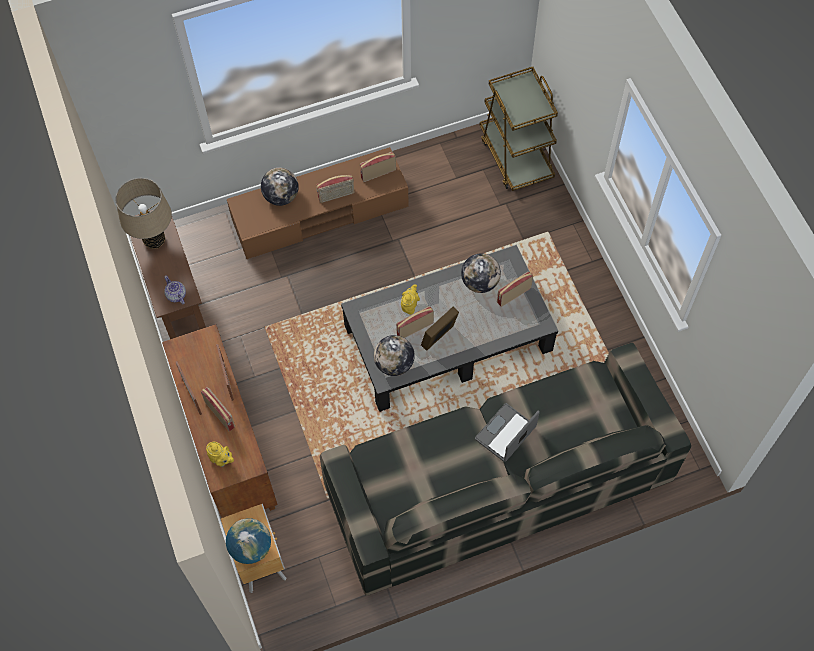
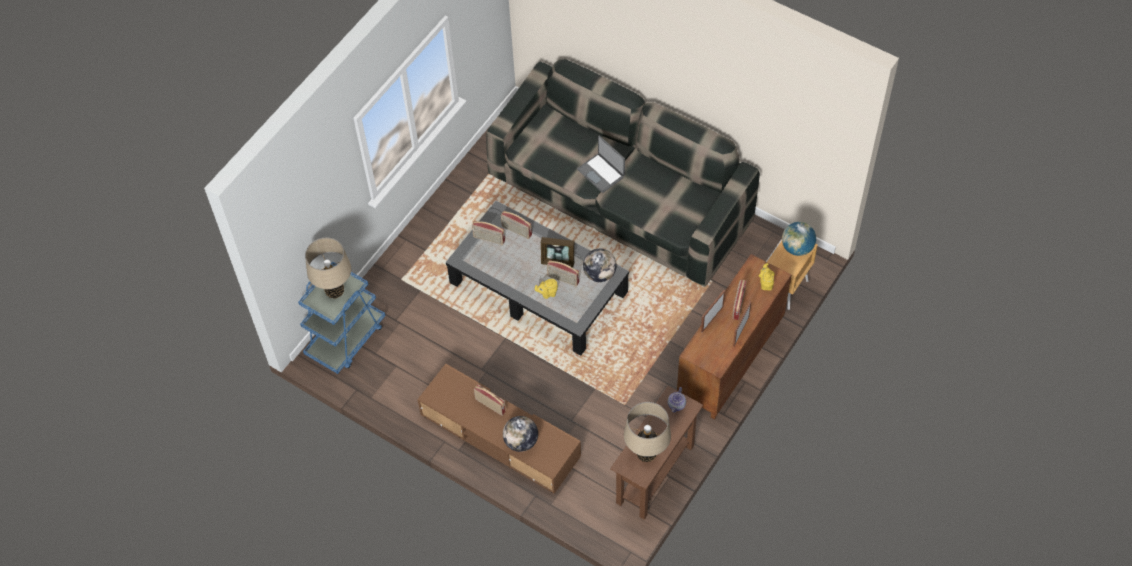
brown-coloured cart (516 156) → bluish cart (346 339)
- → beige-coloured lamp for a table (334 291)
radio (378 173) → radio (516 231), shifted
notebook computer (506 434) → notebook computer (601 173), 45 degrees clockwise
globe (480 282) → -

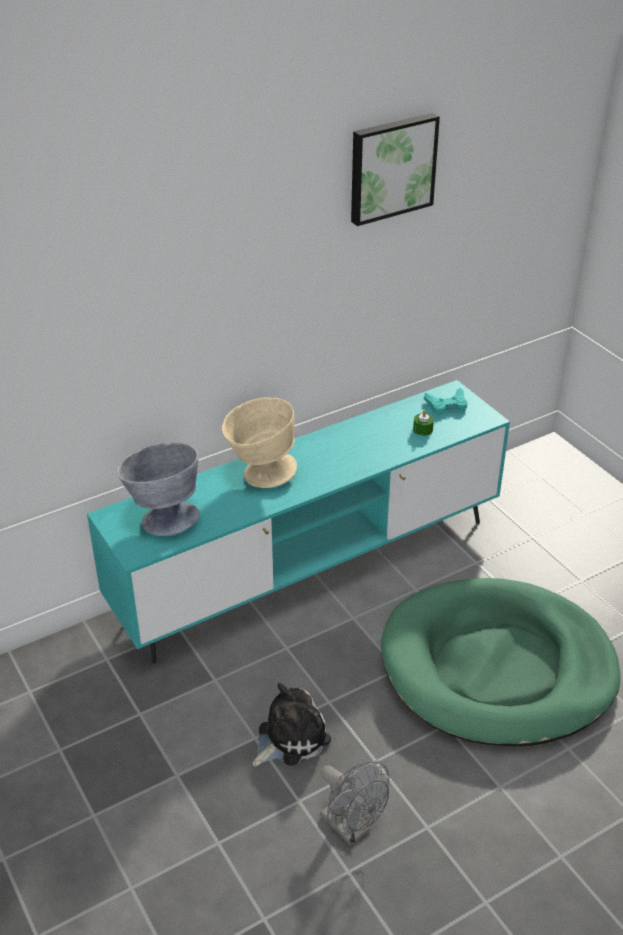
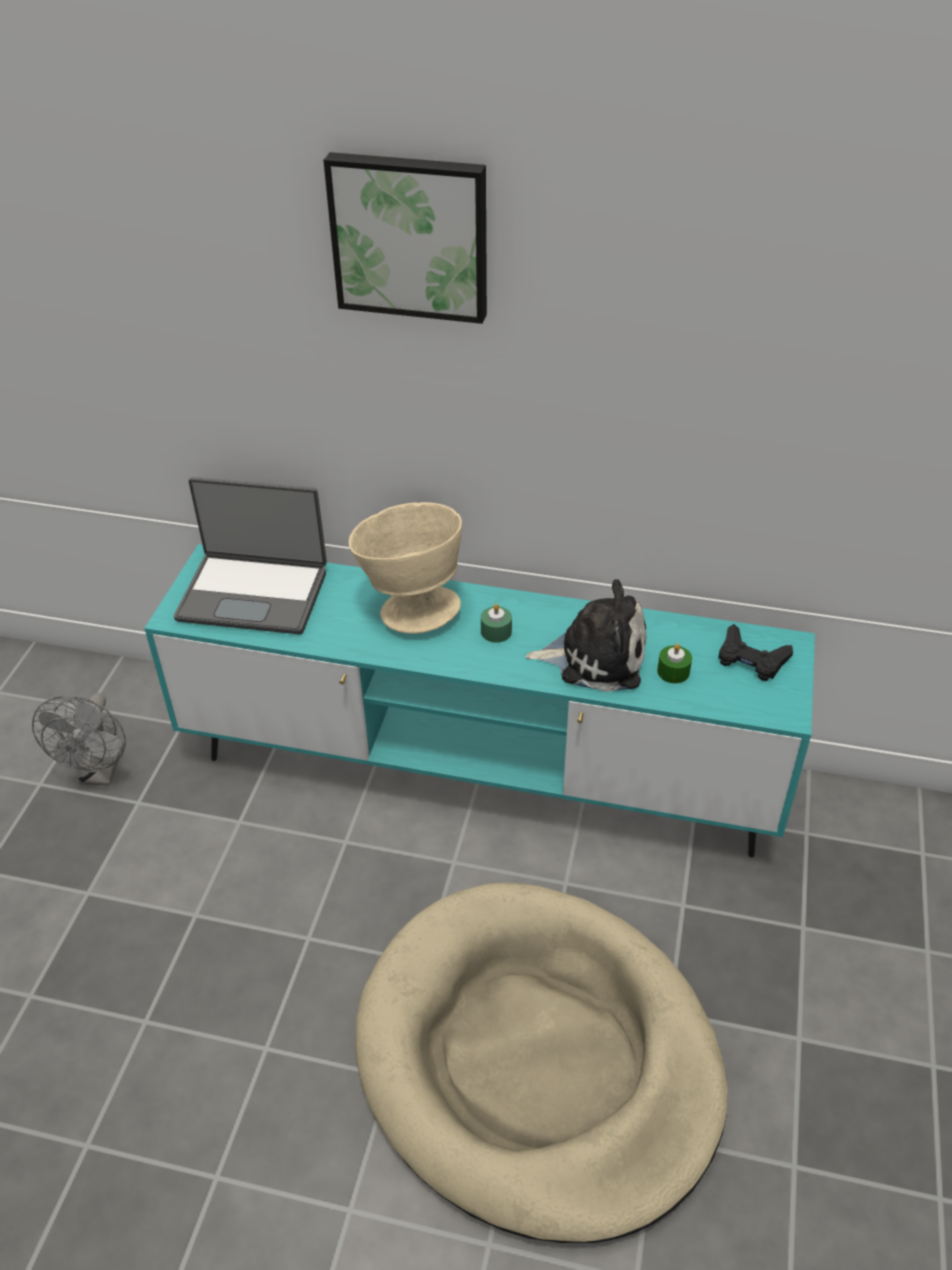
greyish fan (351 828) → greyish fan (100 773), shifted
greyish deep dish (164 517) → notebook computer (254 593)
wall picture (391 167) → wall picture (410 236), shifted
green-coloured pet bed (497 667) → beige-coloured pet bed (538 1059)
- → green-coloured wax candle (496 631)
cuddly toy (289 737) → cuddly toy (595 656), shifted
blue-green gamepad (447 405) → black-coloured gamepad (751 659)

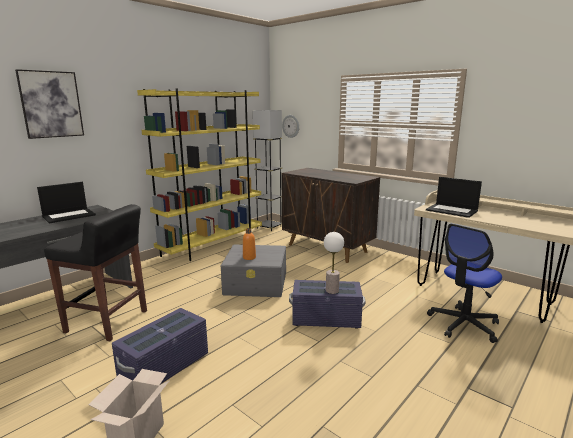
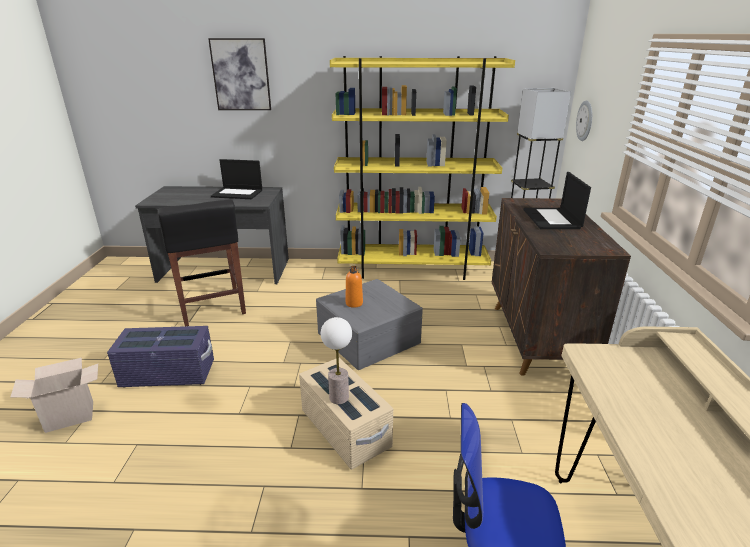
purplish storage bin (326 319) → beige-coloured storage bin (345 429)
notebook computer (452 210) → notebook computer (552 219), shifted

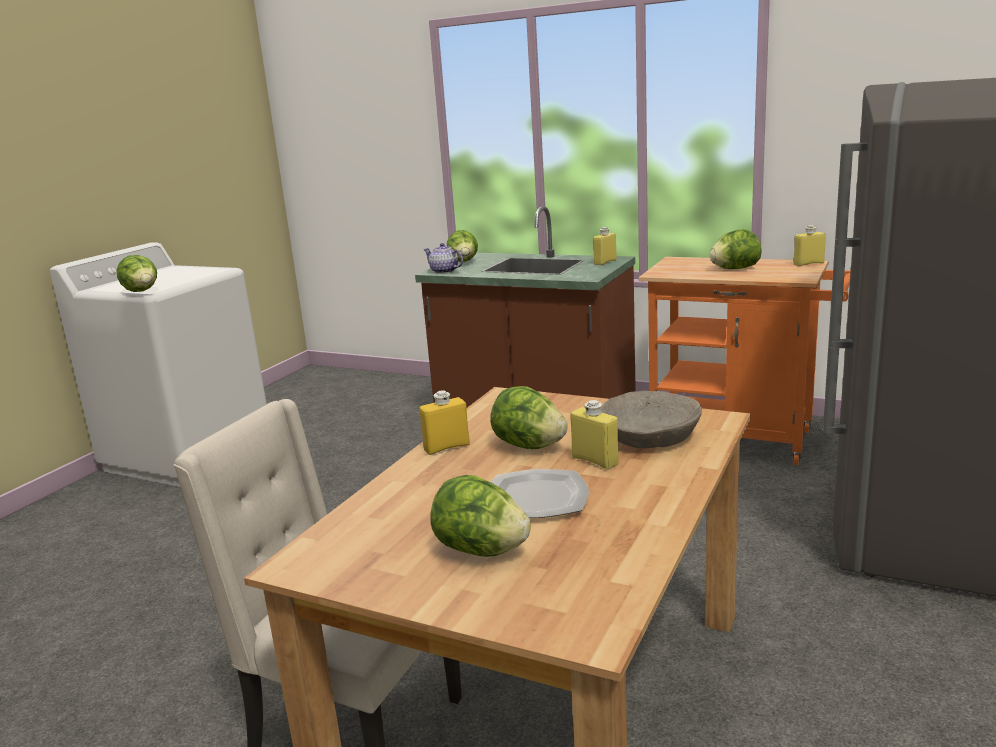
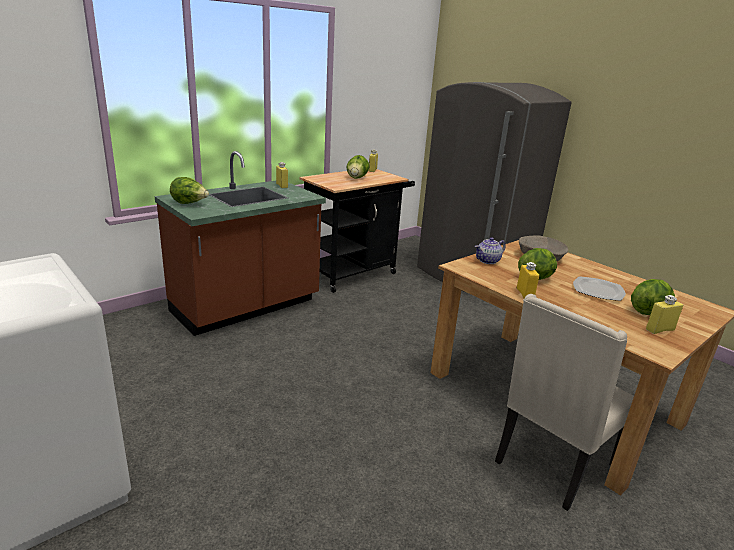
orangey cart (742 439) → black-coloured cart (354 272)
tea pot (444 271) → tea pot (488 261), shifted
yellow-coloured drink bottle (595 460) → yellow-coloured drink bottle (660 330), shifted
lettuce head (142 292) → -

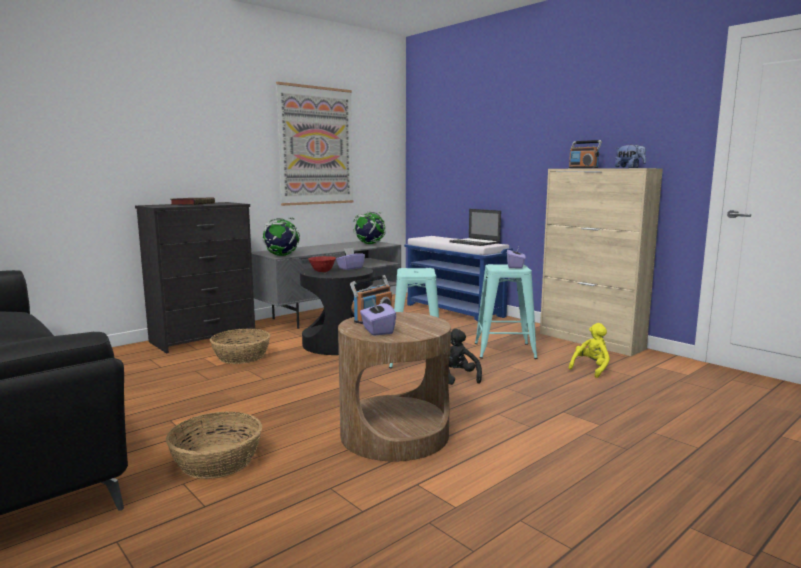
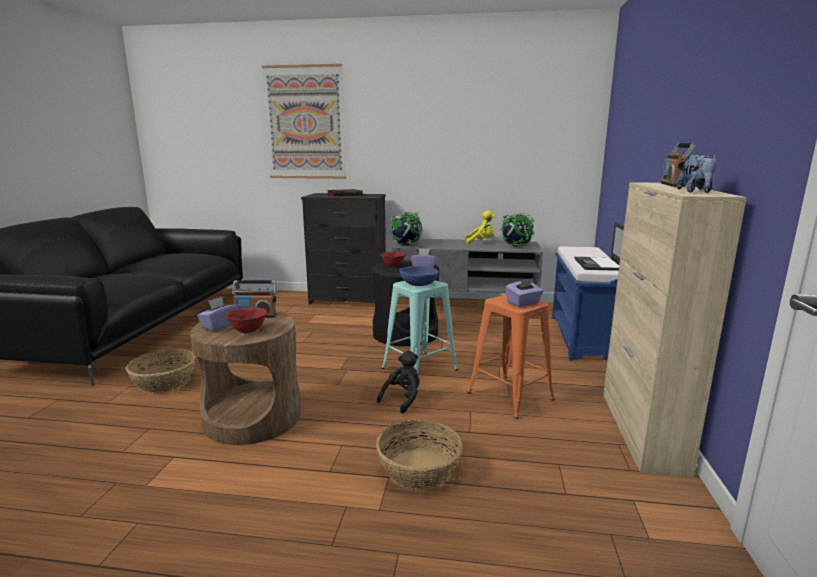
- → red-coloured deep dish (248 331)
wall picture (316 146) → wall picture (305 123), shifted
storage basket (242 357) → storage basket (419 469), shifted
- → bluish deep dish (418 284)
yellow-coloured cuddly toy (591 369) → yellow-coloured cuddly toy (480 242), shifted
blue-green sitting stool (504 351) → orangey sitting stool (510 396)

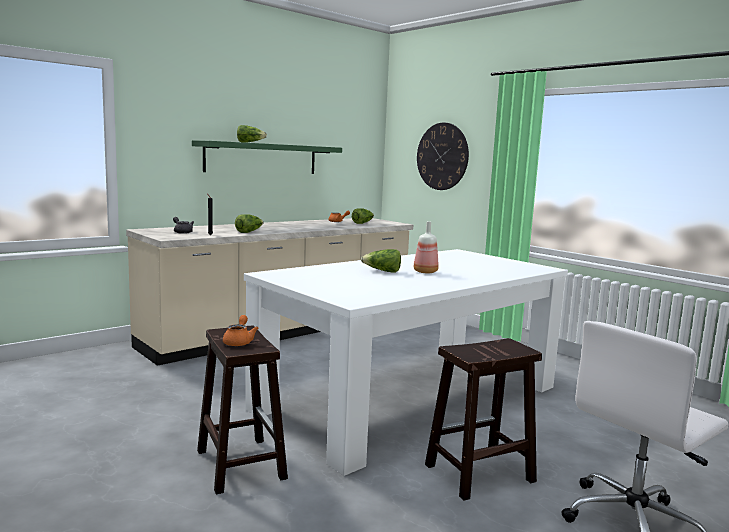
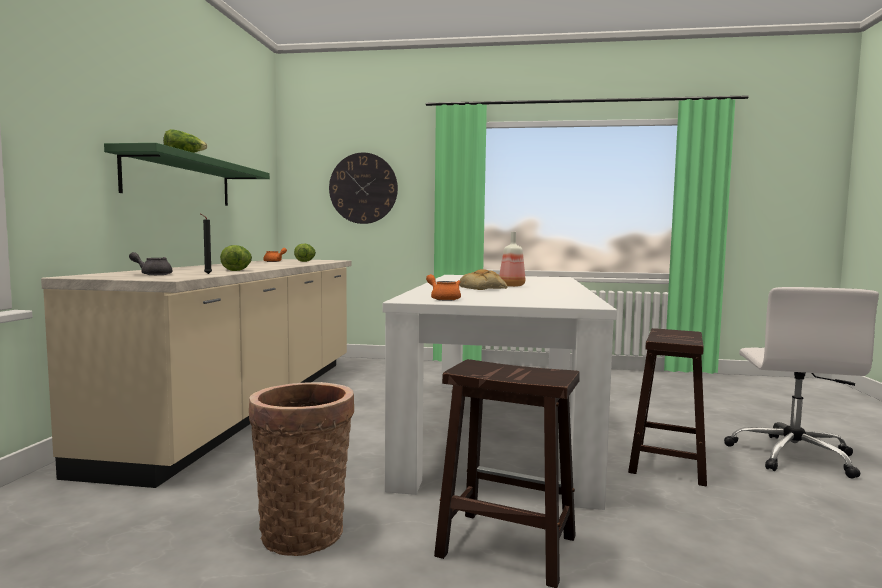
- → storage basket (304 530)
orangey tea pot (239 342) → orangey tea pot (443 299), shifted
lettuce head (382 271) → bakery bread (484 288)

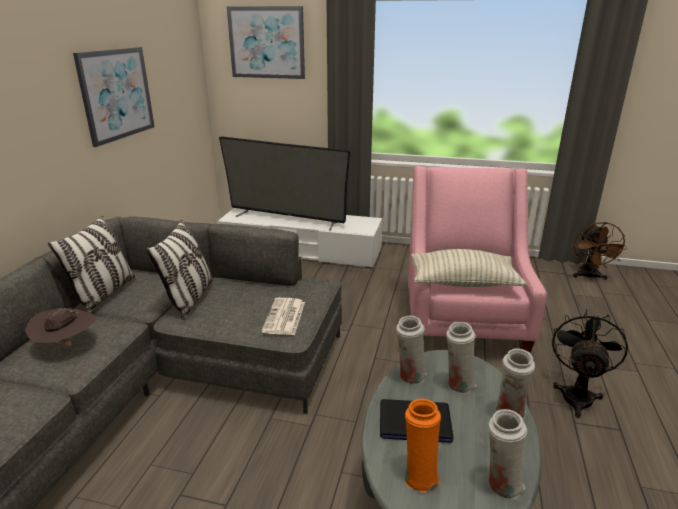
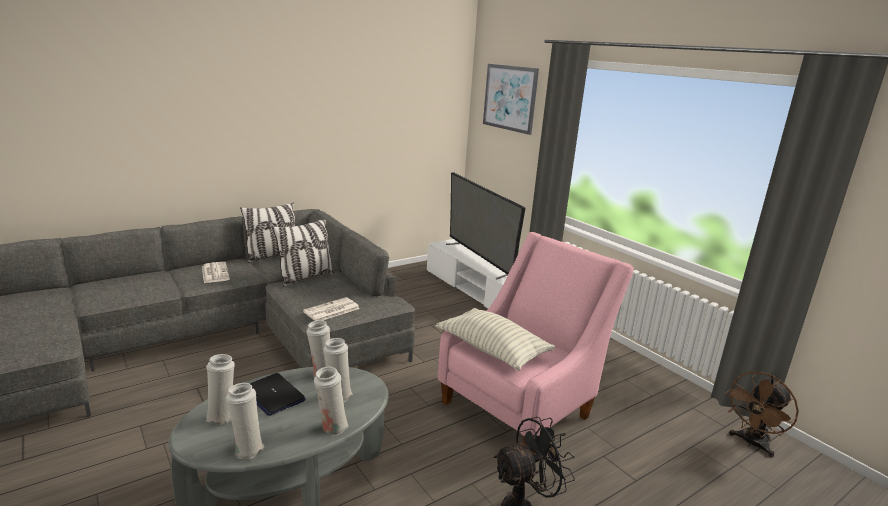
brown-coloured wearable hat (67 345) → daily paper (214 273)
orangey decorative vase (419 476) → whitish decorative vase (222 416)
wall picture (117 94) → -

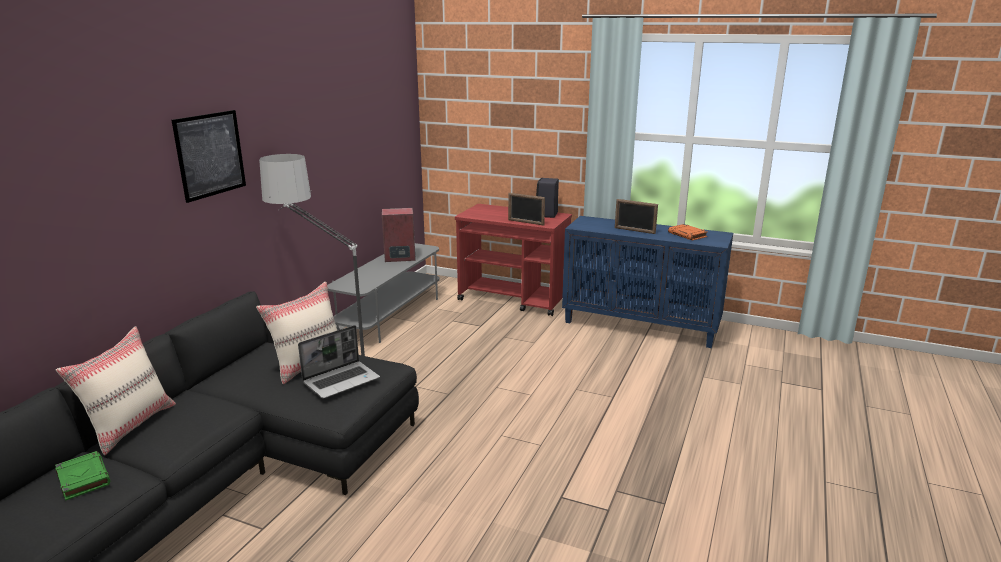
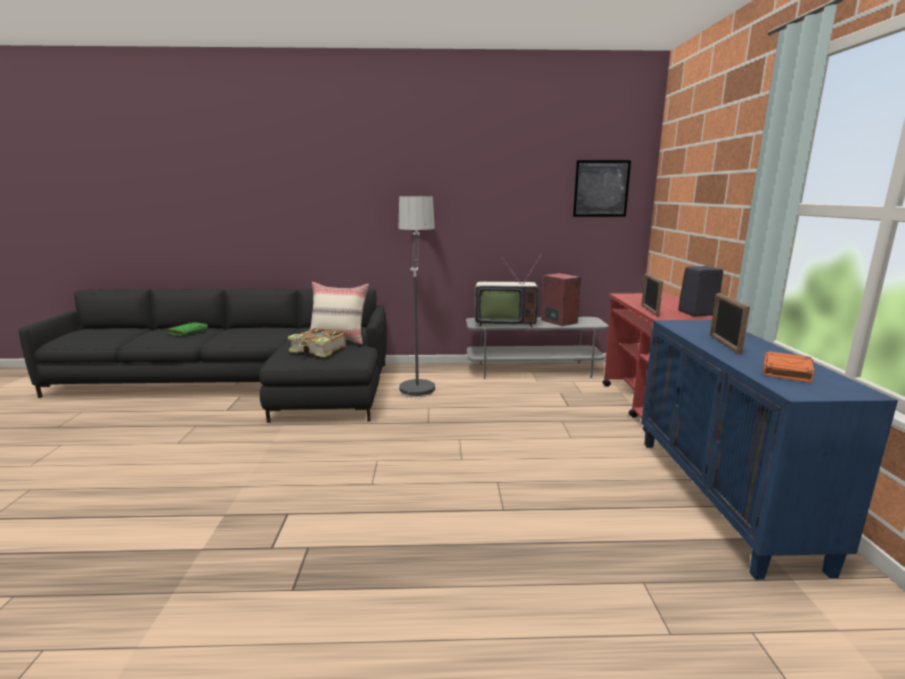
notebook computer (342 380) → book (318 350)
- → television (503 323)
wall picture (210 155) → wall picture (601 188), shifted
beige-coloured cushion (130 425) → -

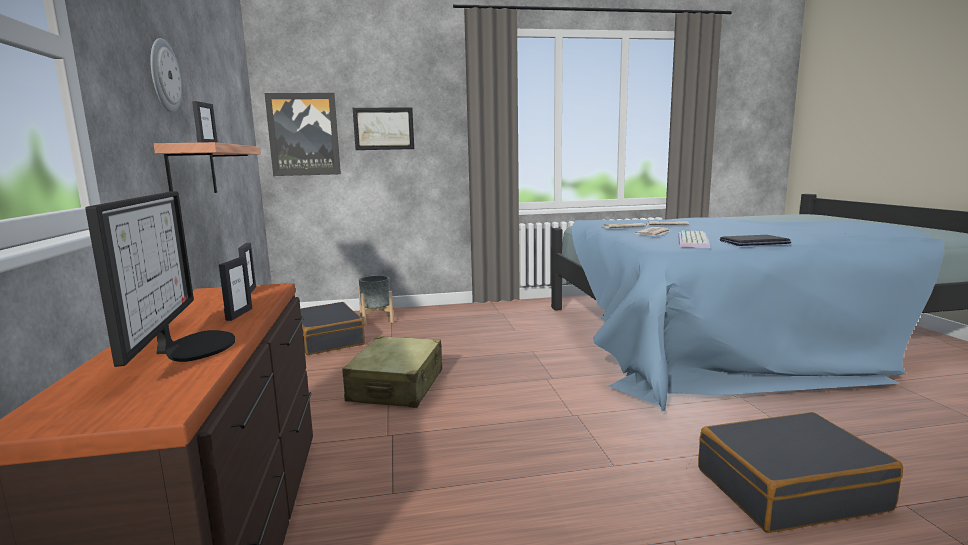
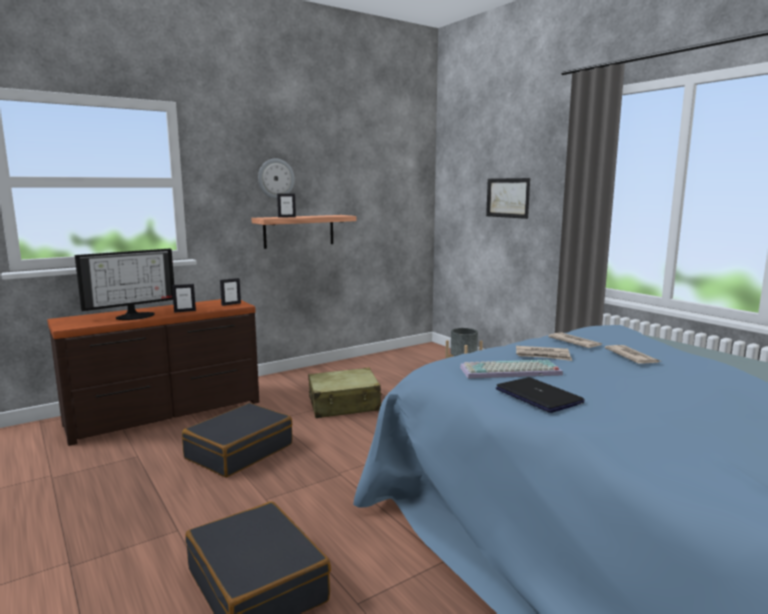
black-coloured piece of luggage (327 339) → black-coloured piece of luggage (239 451), shifted
wall picture (304 134) → -

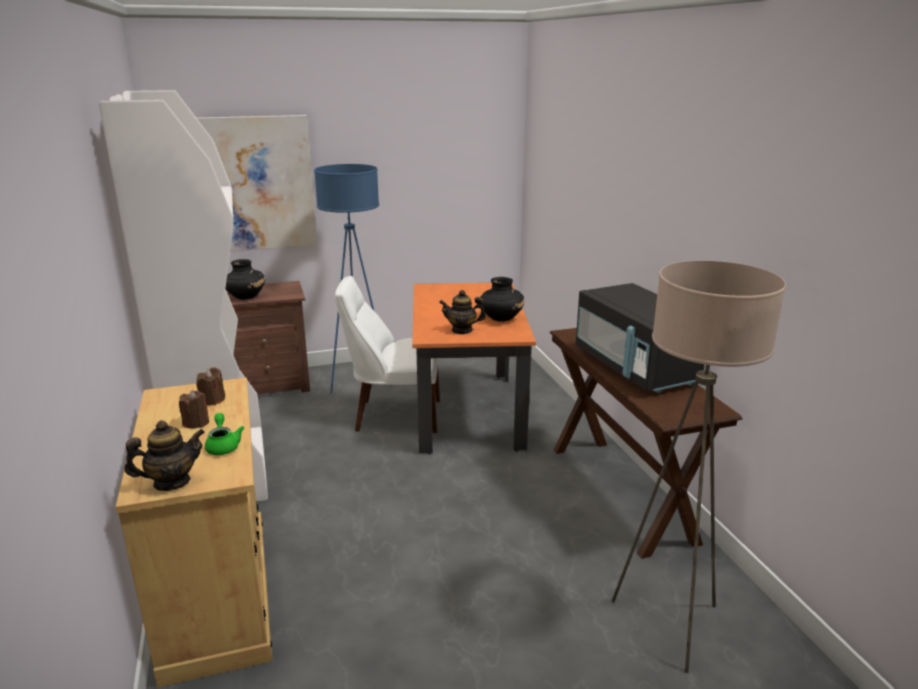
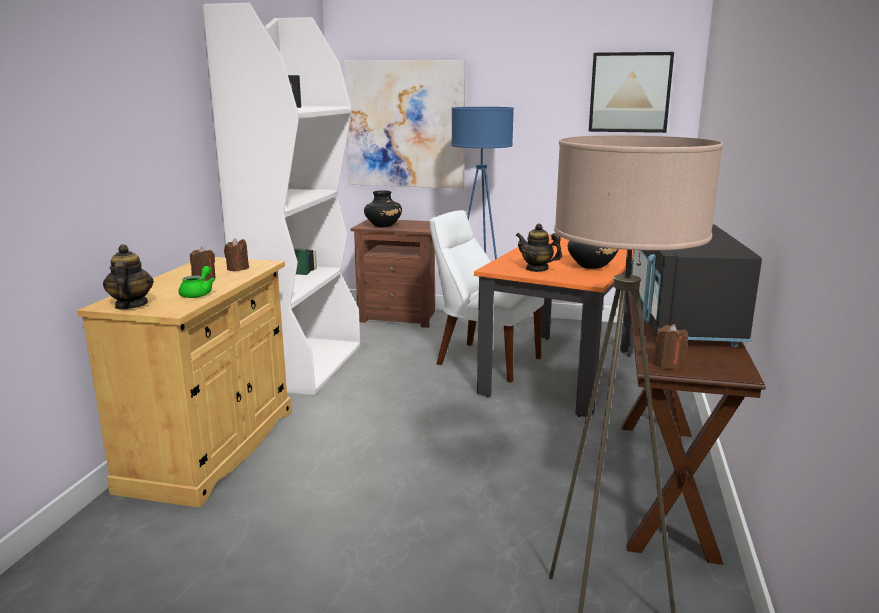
tea pot (171 482) → tea pot (131 305), 105 degrees counterclockwise
- → wall picture (630 92)
- → brown-coloured wax candle (668 364)

